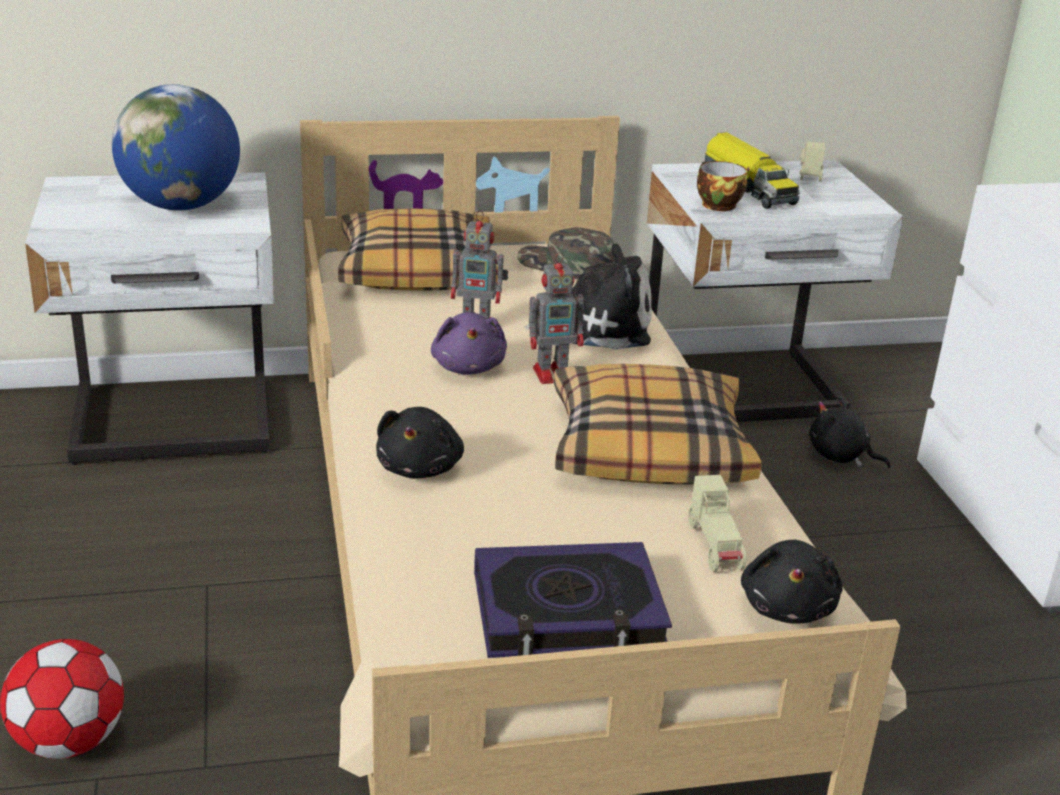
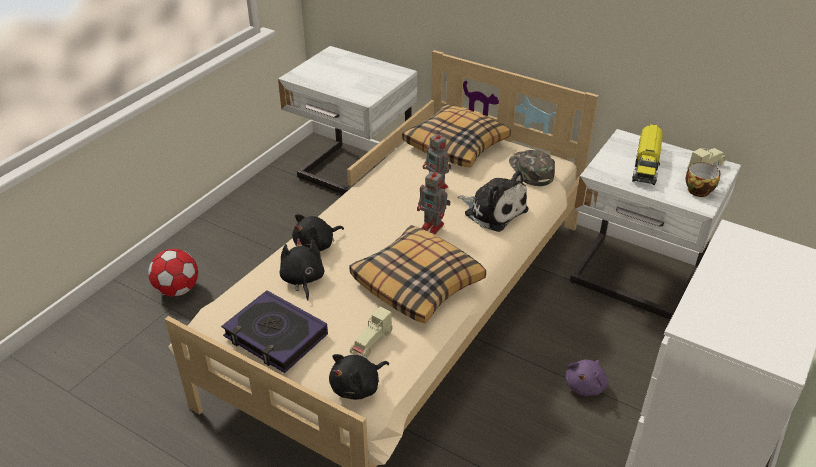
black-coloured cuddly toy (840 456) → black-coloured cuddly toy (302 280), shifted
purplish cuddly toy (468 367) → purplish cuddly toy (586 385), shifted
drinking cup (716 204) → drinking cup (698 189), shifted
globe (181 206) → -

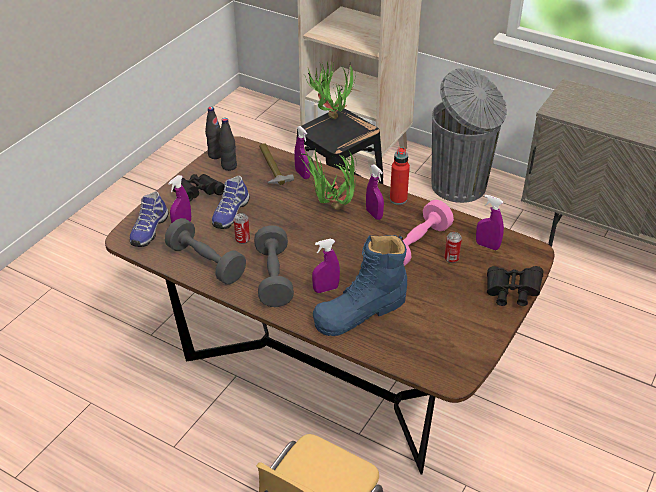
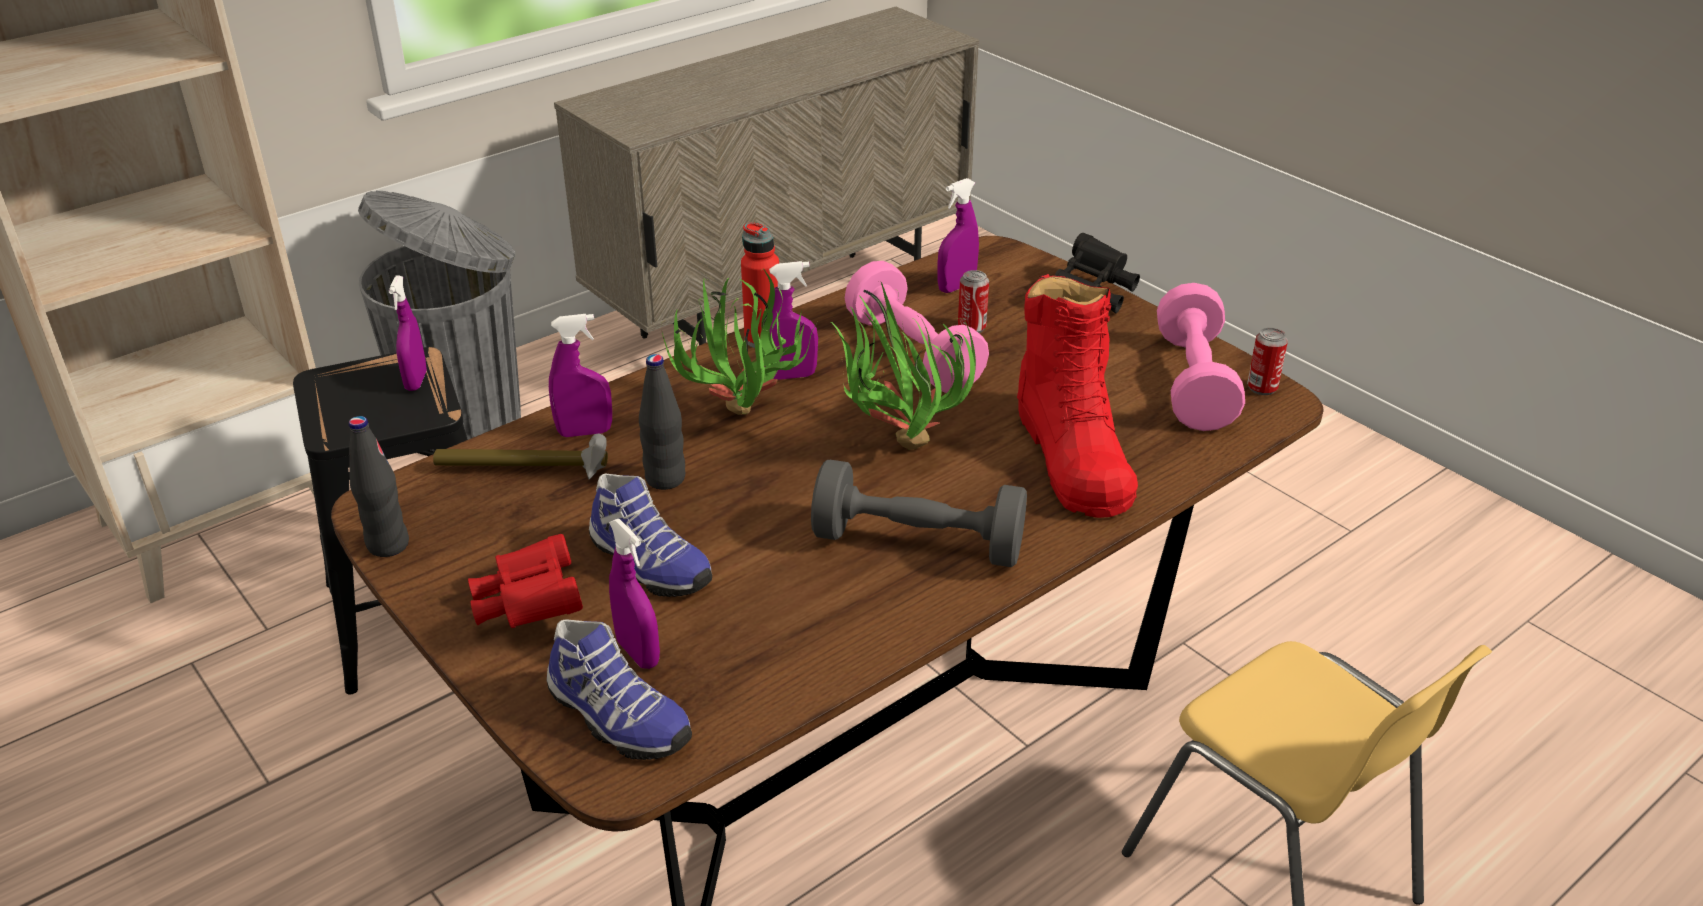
purplish spray bottle (326 289) → purplish spray bottle (416 381), shifted
black-coloured field glasses (197 194) → red-coloured field glasses (529 605)
black-coloured drink bottle (229 166) → black-coloured drink bottle (665 479), shifted
plant in a pot (331 114) → plant in a pot (894 446), shifted
bluish high-top boot (360 311) → red-coloured high-top boot (1072 455)
- → pink-coloured hand weight (1194 383)
sealed can (242 240) → sealed can (1262 388), shifted
greyish hand weight (206 263) → -

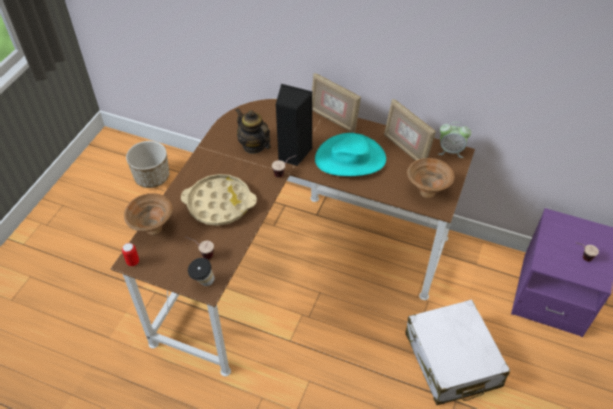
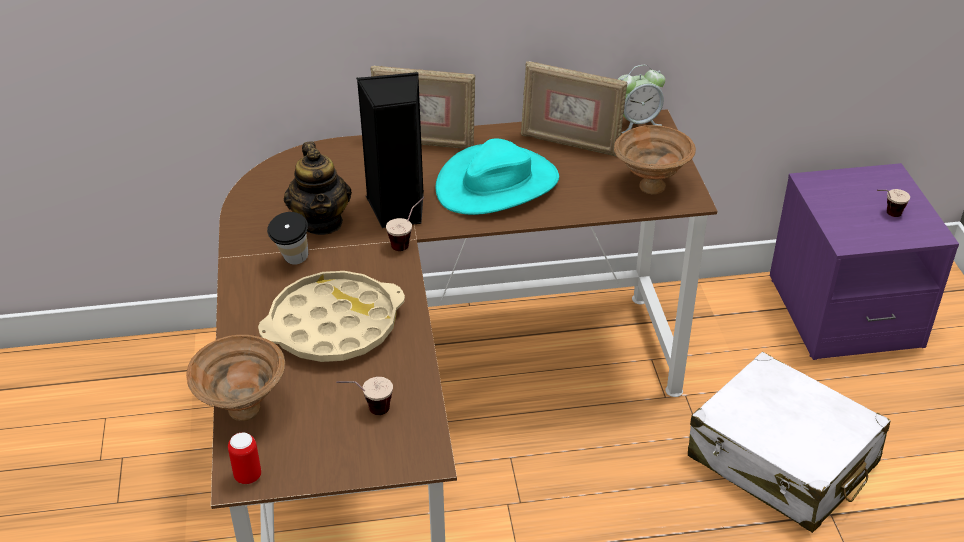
drinking cup (203 283) → drinking cup (293 262), shifted
tea pot (254 146) → tea pot (321 222), 120 degrees counterclockwise
flower pot (152 177) → -

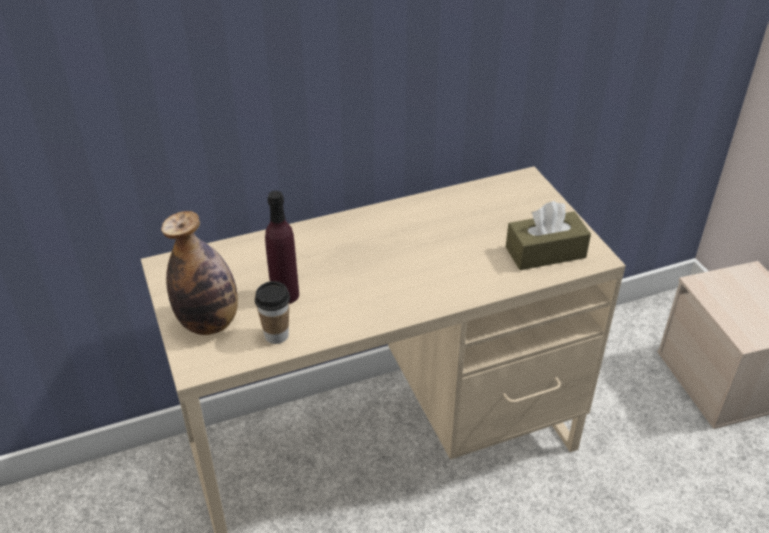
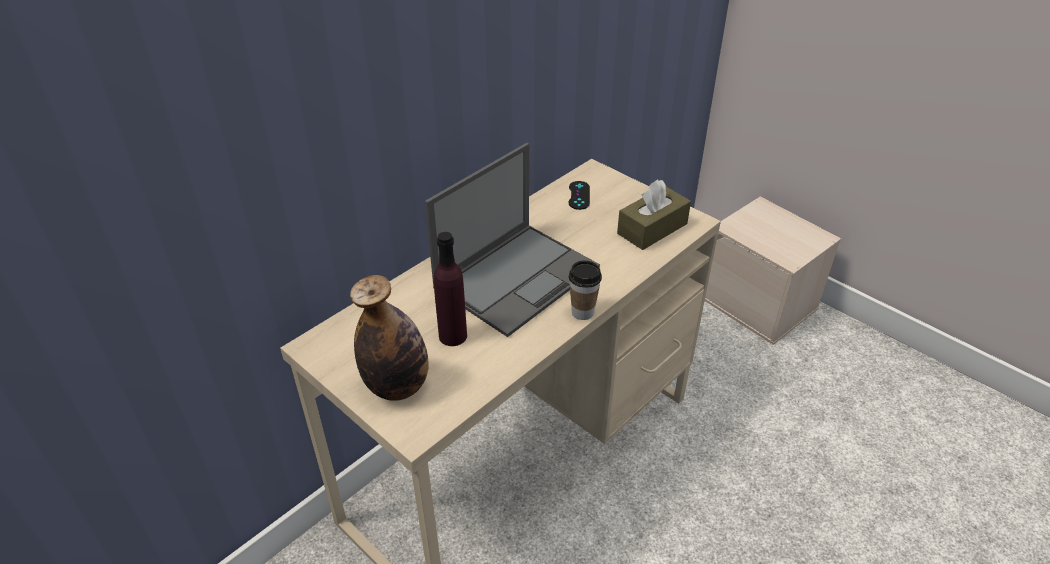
- → notebook computer (518 276)
- → black-coloured gamepad (579 195)
drinking cup (276 335) → drinking cup (582 312), shifted

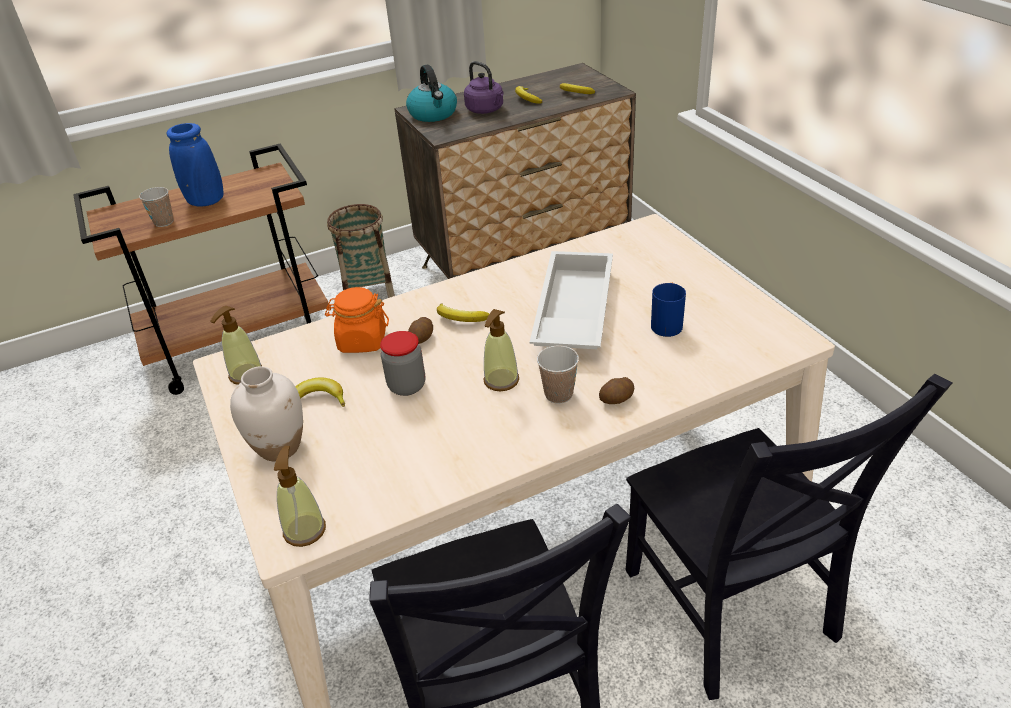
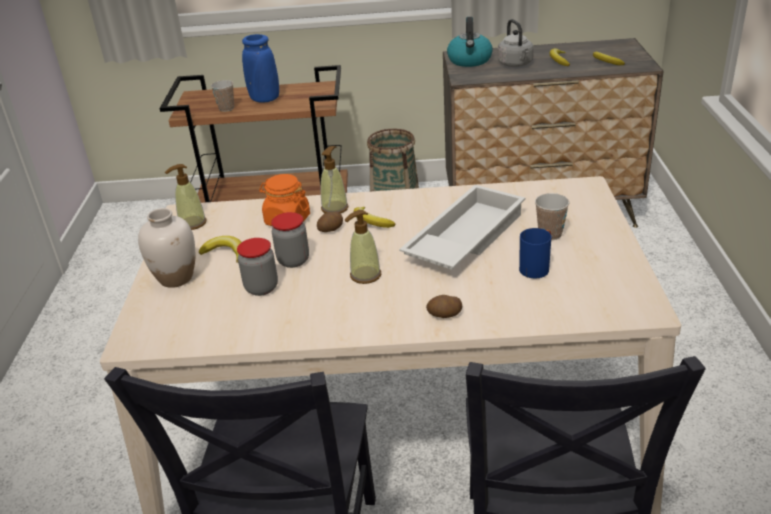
- → preserve jar (261 288)
soap dispenser (304 530) → soap dispenser (335 208), shifted
purplish water kettle (486 110) → greyish water kettle (516 64)
drinking cup (558 394) → drinking cup (550 234), shifted

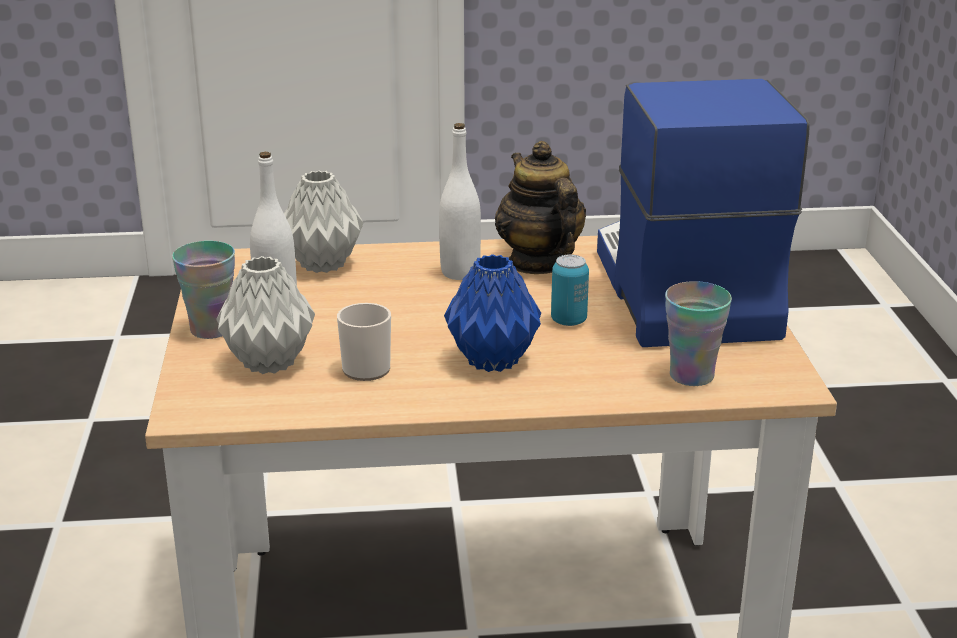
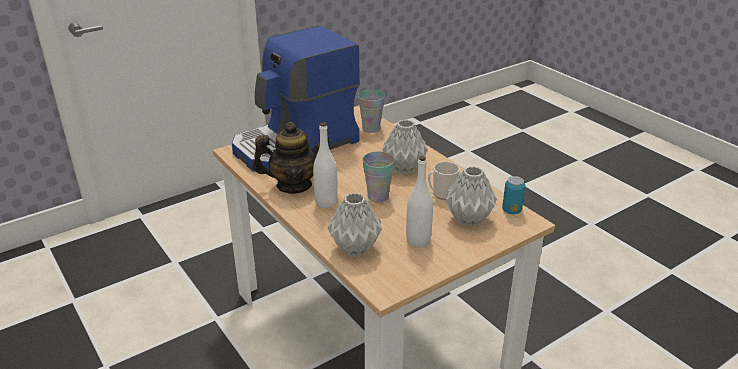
tea pot (539 262) → tea pot (294 185), 135 degrees counterclockwise
drinking cup (211 329) → drinking cup (378 197), shifted
bluish decorative vase (492 361) → greyish decorative vase (405 168)
sealed can (568 321) → sealed can (511 210), shifted

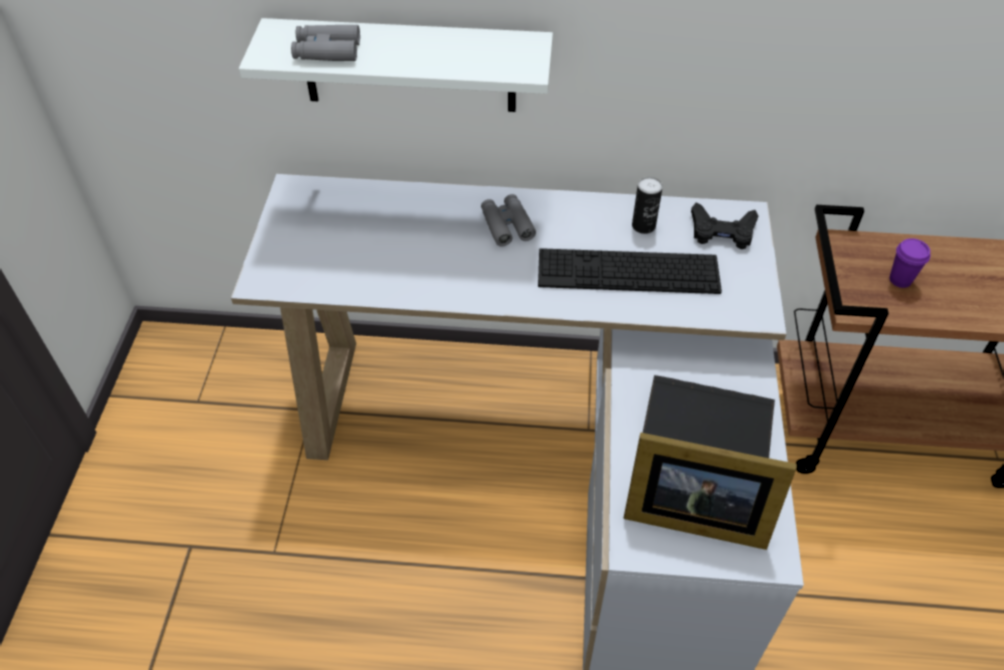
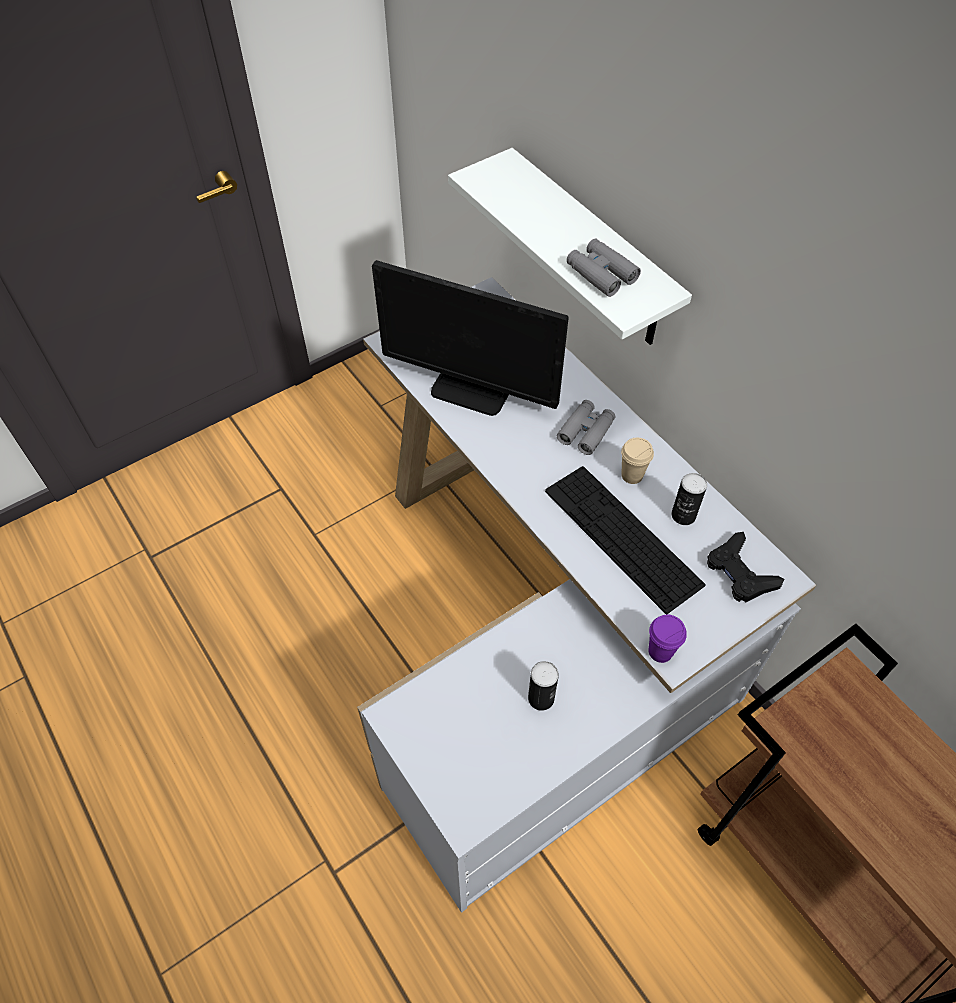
- → monitor (471 389)
black-coloured book (704 432) → sealed can (541 698)
greyish field glasses (327 51) → greyish field glasses (601 273), shifted
- → beige-coloured drinking cup (632 475)
purplish drinking cup (900 280) → purplish drinking cup (660 651), shifted
picture frame (691 514) → -

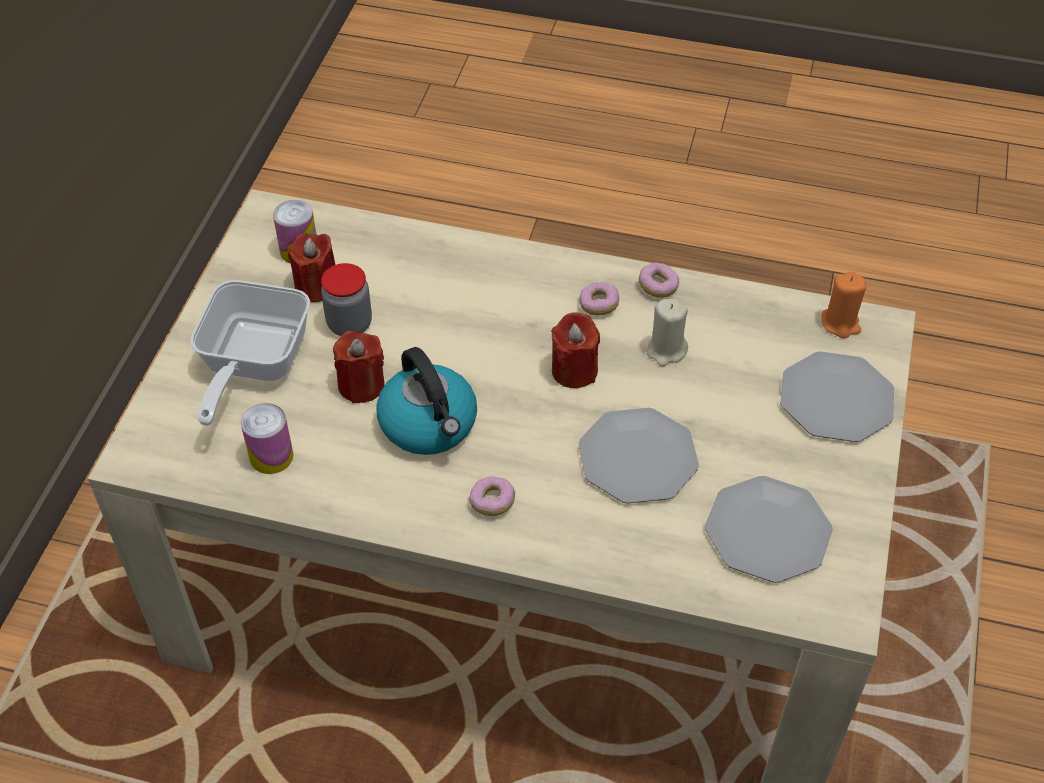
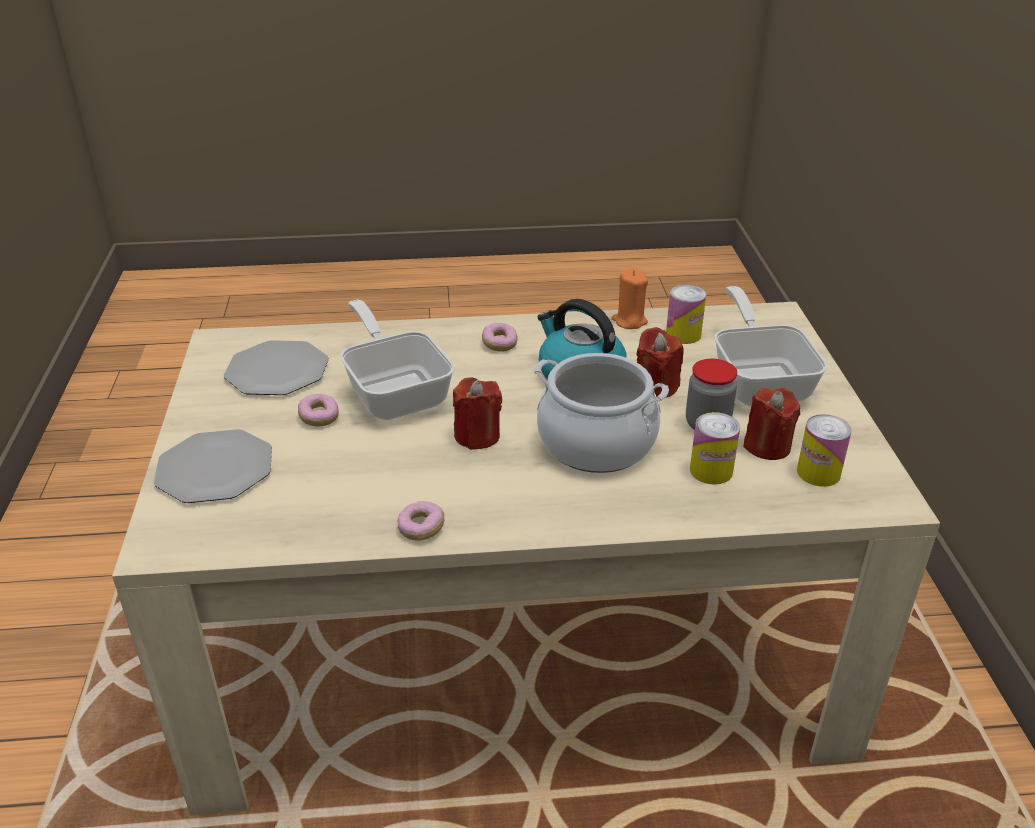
doughnut (598 305) → doughnut (319 418), shifted
flat dish (637 457) → frying pan (395 390)
- → cooking pot (596 443)
orangey wax candle (840 323) → orangey wax candle (629 321), shifted
- → sealed can (711 470)
beige-coloured wax candle (666 351) → -

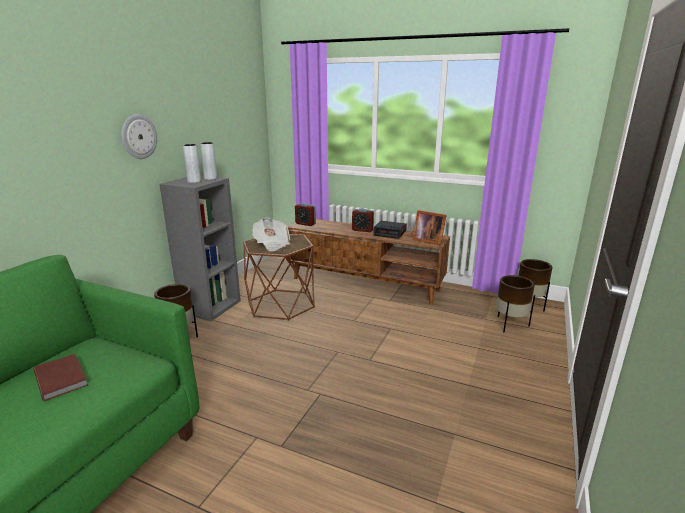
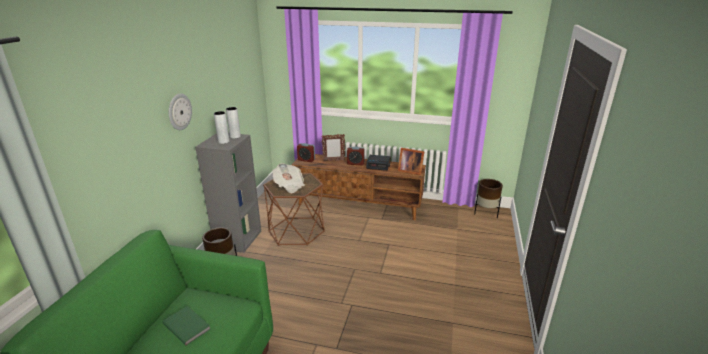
brown-coloured book (62 377) → green-coloured book (187 325)
- → picture frame (333 160)
brown-coloured flower pot (509 324) → -

